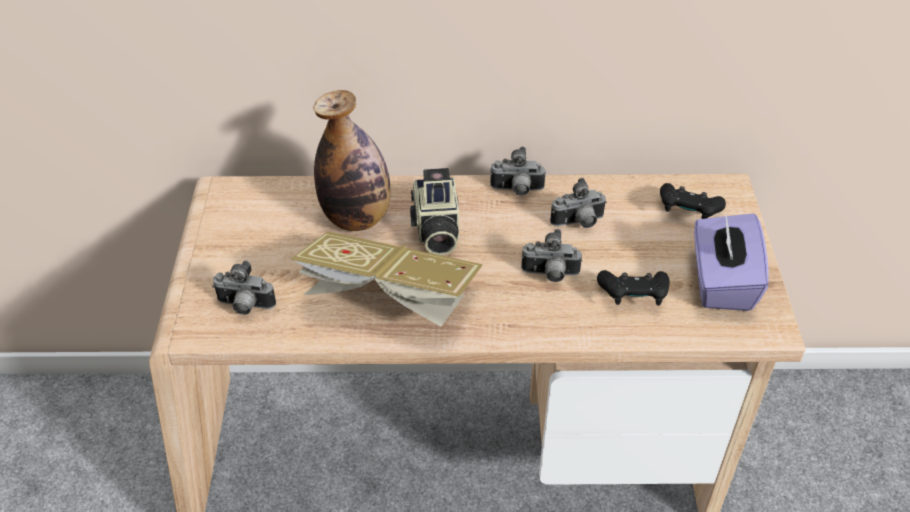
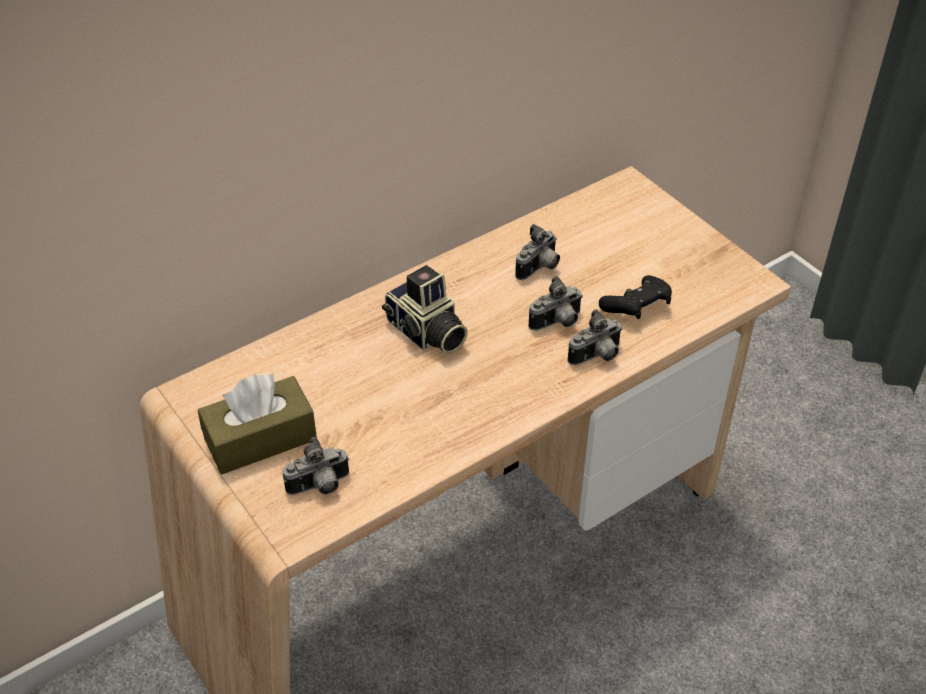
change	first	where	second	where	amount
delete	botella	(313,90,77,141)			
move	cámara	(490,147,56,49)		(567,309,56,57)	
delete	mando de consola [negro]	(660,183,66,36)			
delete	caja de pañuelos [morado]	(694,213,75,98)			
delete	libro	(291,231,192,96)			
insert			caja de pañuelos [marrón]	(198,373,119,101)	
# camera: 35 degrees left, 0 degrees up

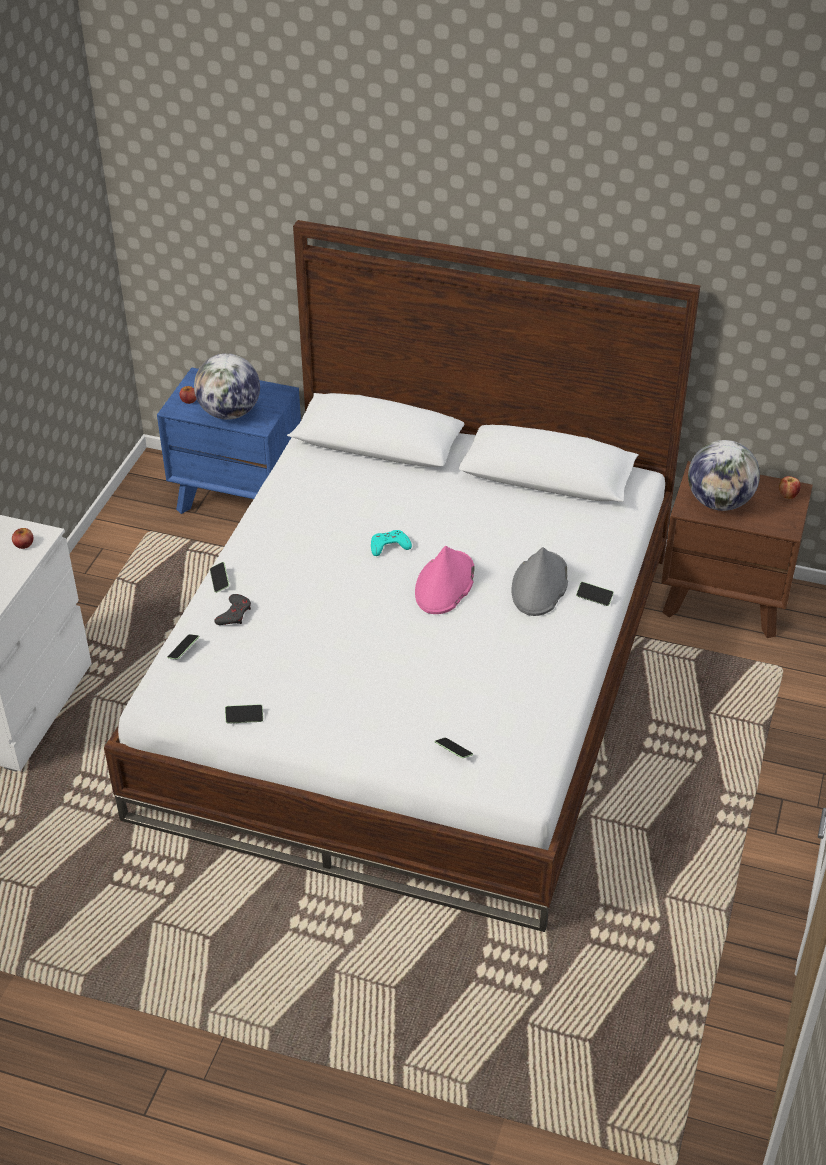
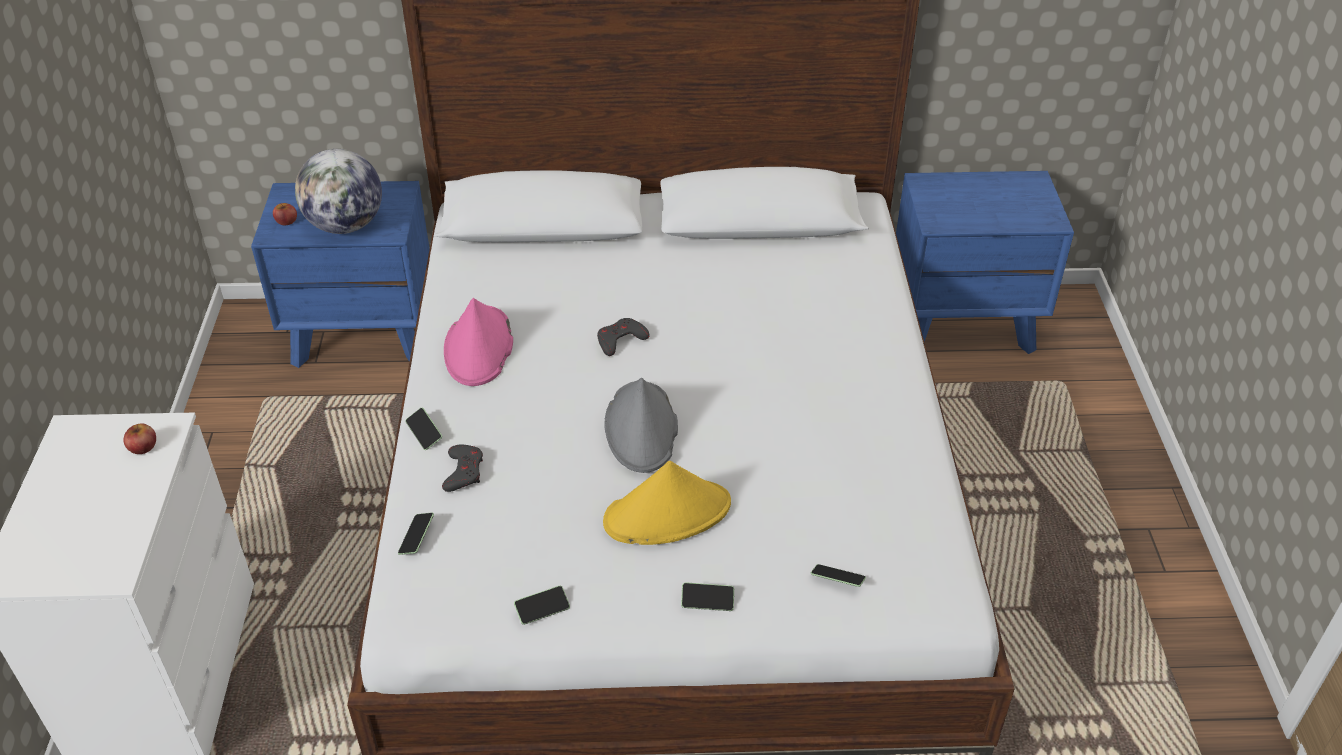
change	first	where	second	where	amount
delete	globo terráqueo	(688,440,72,71)			
recolor	mesita de noche [marrón]	(661,461,152,177)	mesita de noche [azul]	(896,171,178,183)	
delete	manzana	(779,476,22,23)			
recolor	mando de consola [turquesa]	(371,530,41,26)	mando de consola [gris]	(597,318,53,38)	
move	sombrero [rosa]	(415,546,60,68)		(444,298,69,88)	
move	sombrero [gris]	(512,547,56,69)		(604,378,74,95)	
move	móvil	(576,582,38,24)		(681,582,53,29)	
insert			sombrero [amarillo]	(603,461,128,84)	
# camera: 20 degrees left, 0 degrees up

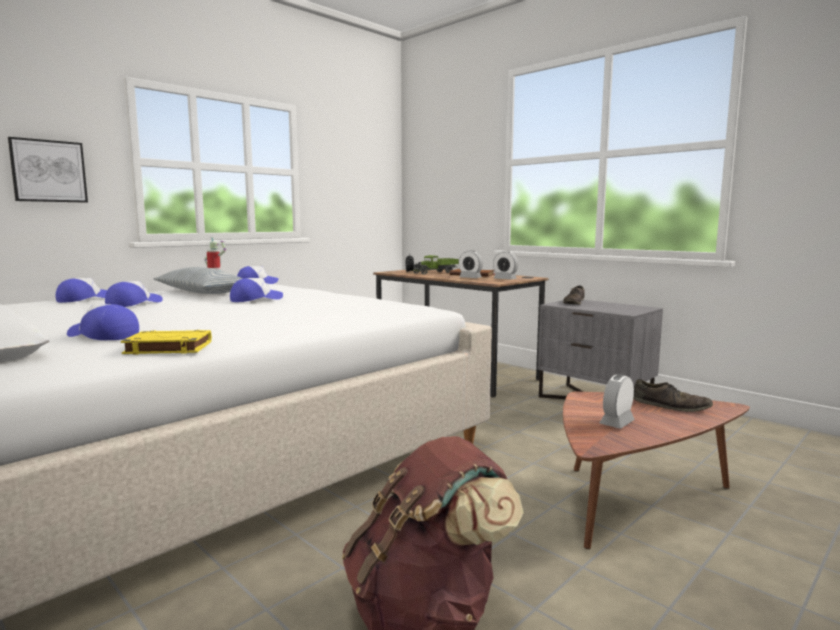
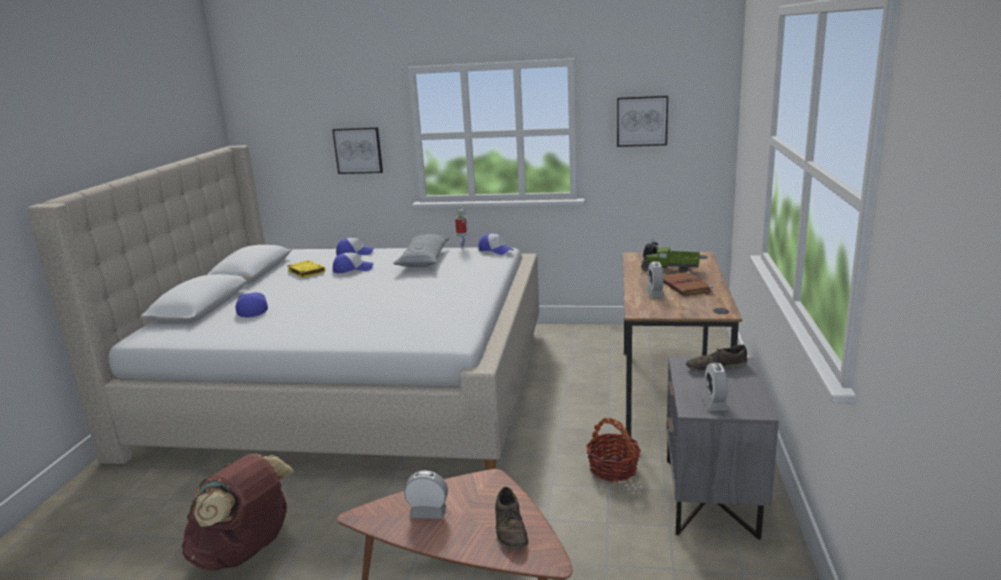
change	first	where	second	where	amount
move	despertador	(493,251,25,29)		(701,363,28,48)	
delete	gorra	(230,278,53,24)			
move	libro [amarillo]	(121,330,91,25)		(287,260,39,18)	
insert			cuadro	(617,95,51,52)	
insert			cesta	(586,418,55,64)	
# camera: 55 degrees right, 10 degrees up

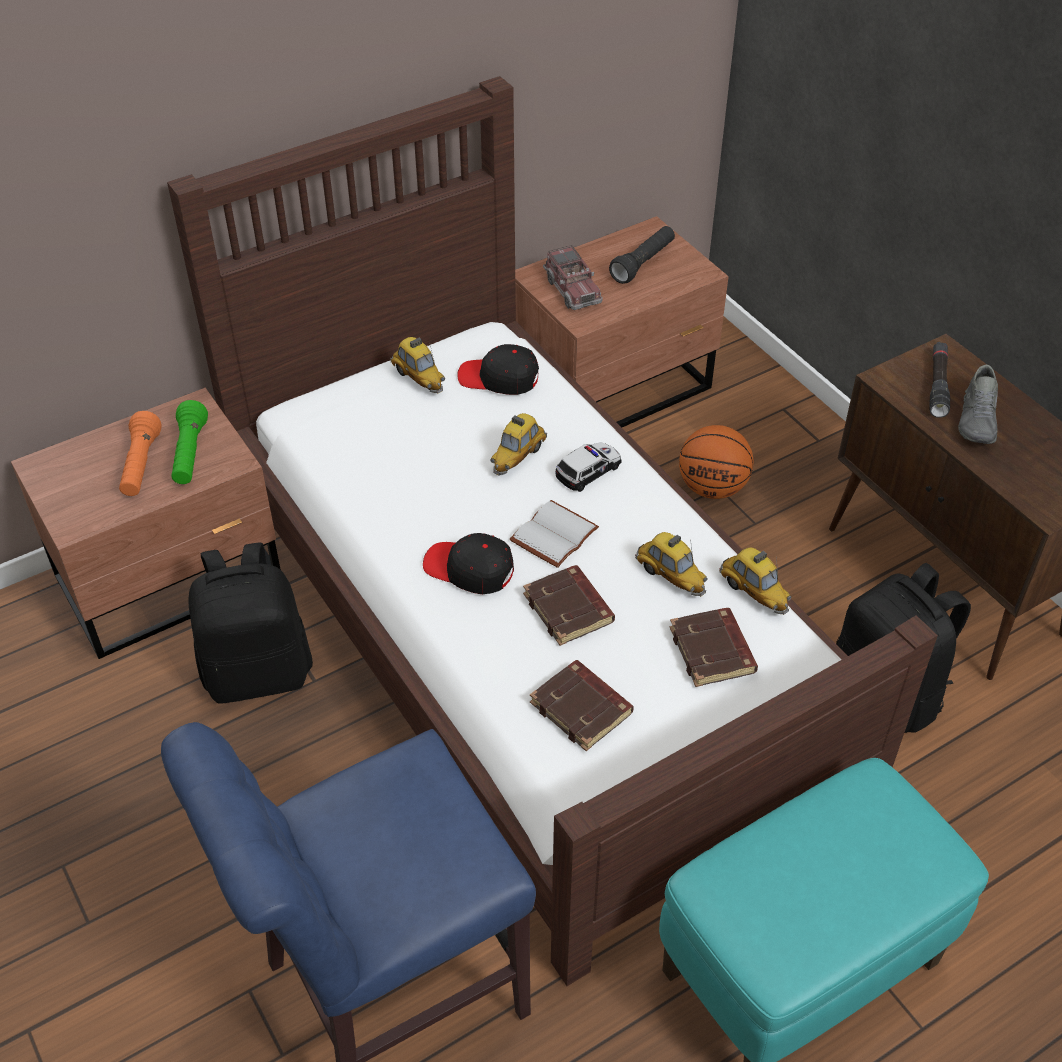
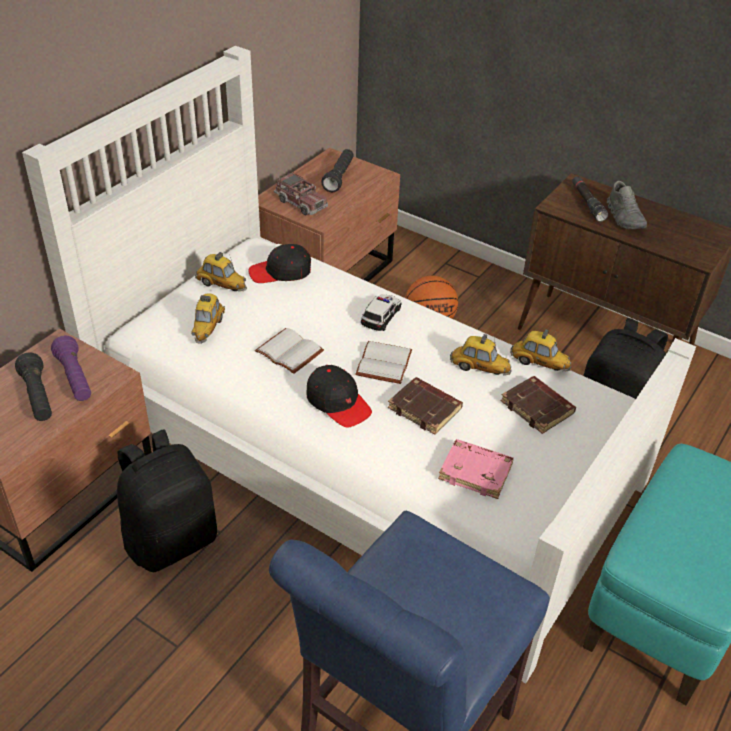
change	first	where	second	where	amount
recolor	cama [marrón]	(167,76,771,910)	cama [blanco]	(22,46,674,637)	
recolor	linterna [verde]	(172,400,36,84)	linterna [morado]	(51,335,40,66)	
recolor	linterna [naranja]	(119,411,43,85)	linterna [negro]	(15,352,37,69)	
move	coche de juguete	(490,413,57,63)		(191,293,34,51)	
rotate	gorra [negro]	(423,533,91,61)		(306,365,66,63)	135 degrees counterclockwise
recolor	libro [marrón]	(530,660,104,91)	libro [rosa]	(438,439,76,60)	
insert			libro [blanco]	(255,328,69,46)	
# camera: 25 degrees left, 5 degrees down

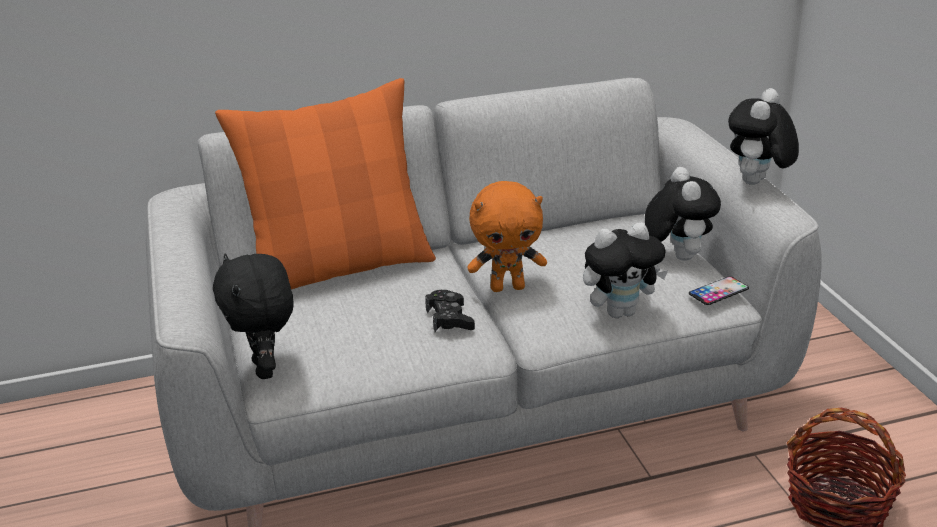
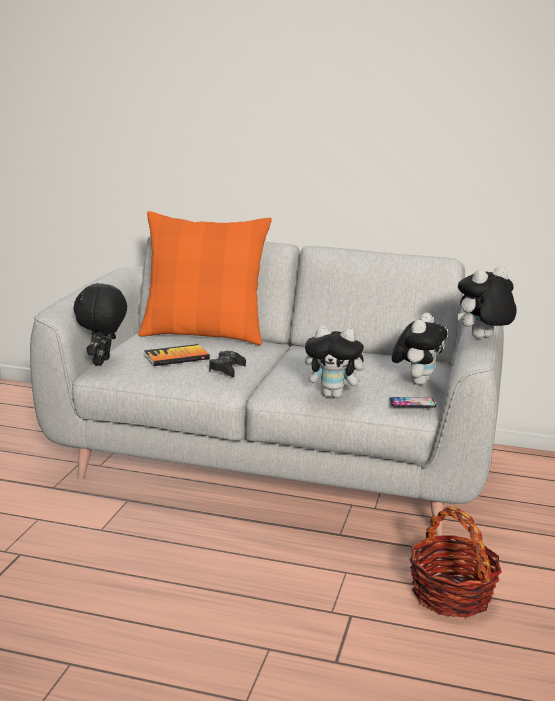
change	first	where	second	where	amount
delete	peluche [naranja]	(467,181,80,111)			
insert			libro	(144,344,66,22)	
# camera: 30 degrees right, 10 degrees down

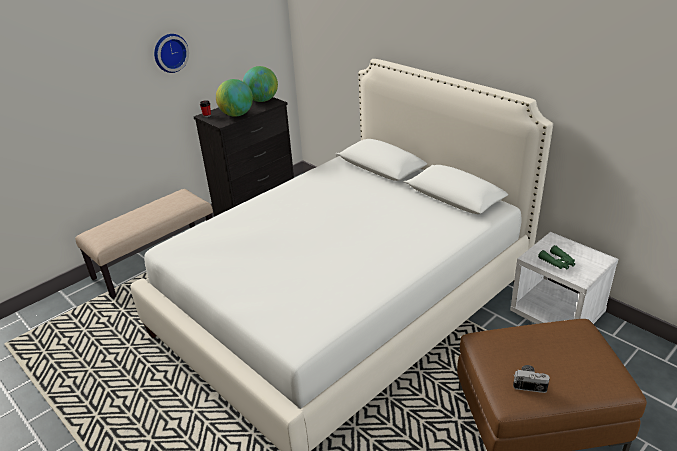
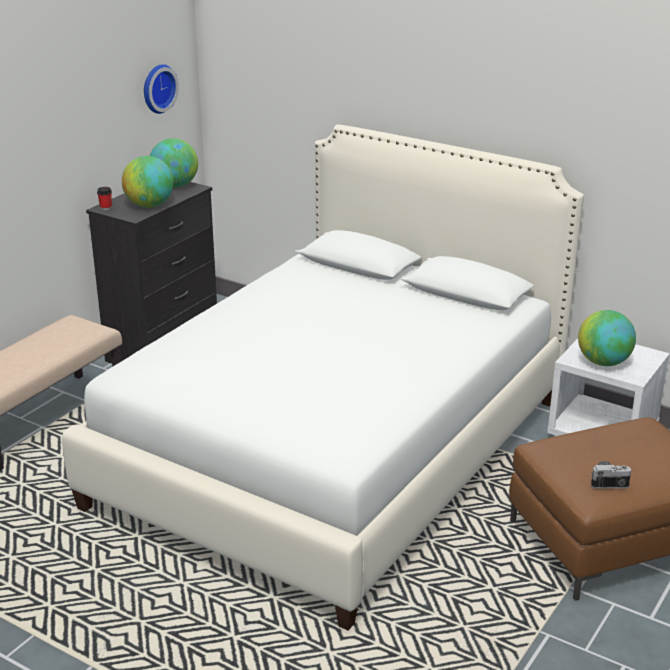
change	first	where	second	where	amount
move	reloj de pared	(154,34,35,39)		(144,64,35,50)	
replace	prismáticos [verde]	(538,245,37,24)	globo terráqueo	(578,310,58,56)	
# camera: 15 degrees left, 5 degrees down

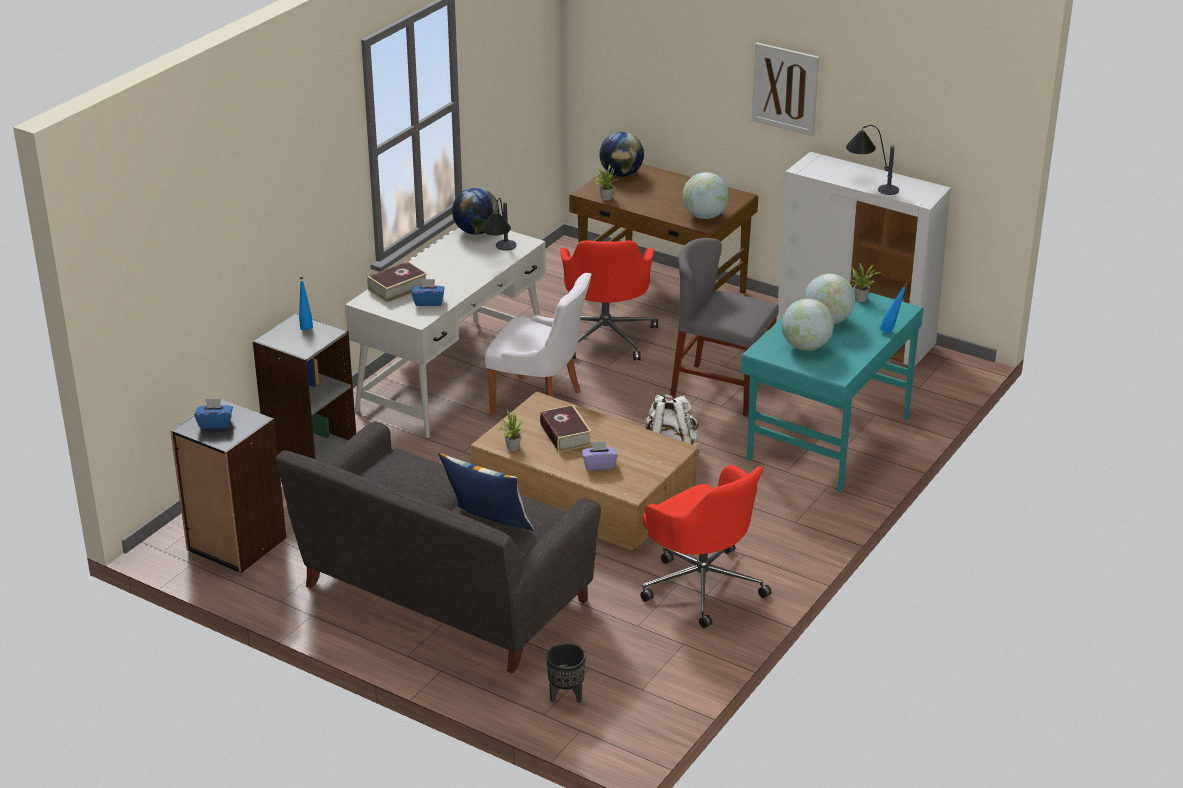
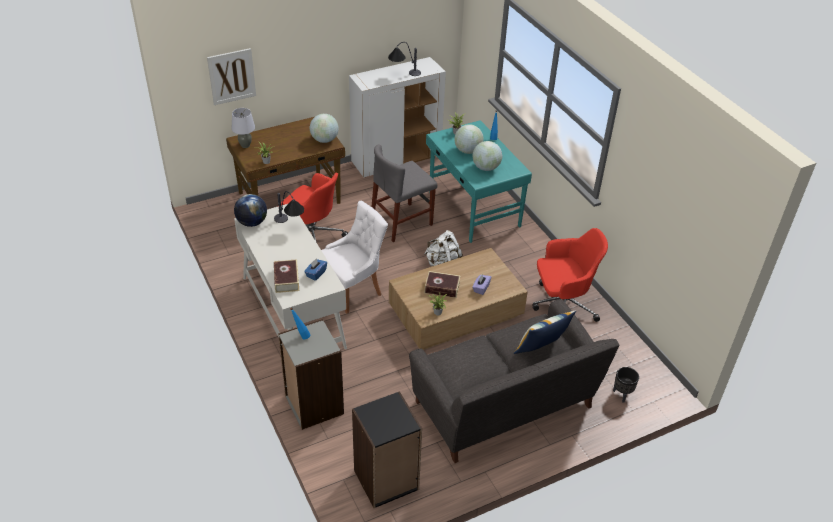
change	first	where	second	where	amount
move	cuadro	(752,42,67,94)		(207,48,49,57)	
replace	globo terráqueo	(599,132,45,45)	lámpara de mesa [gris]	(231,108,24,40)	
delete	caja de pañuelos [azul]	(194,399,39,30)			
# camera: 60 degrees left, 10 degrees up

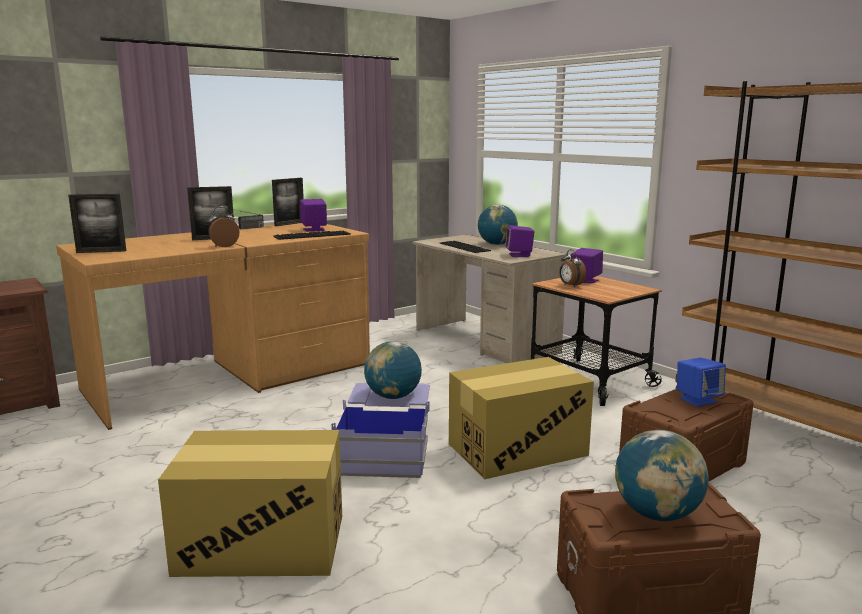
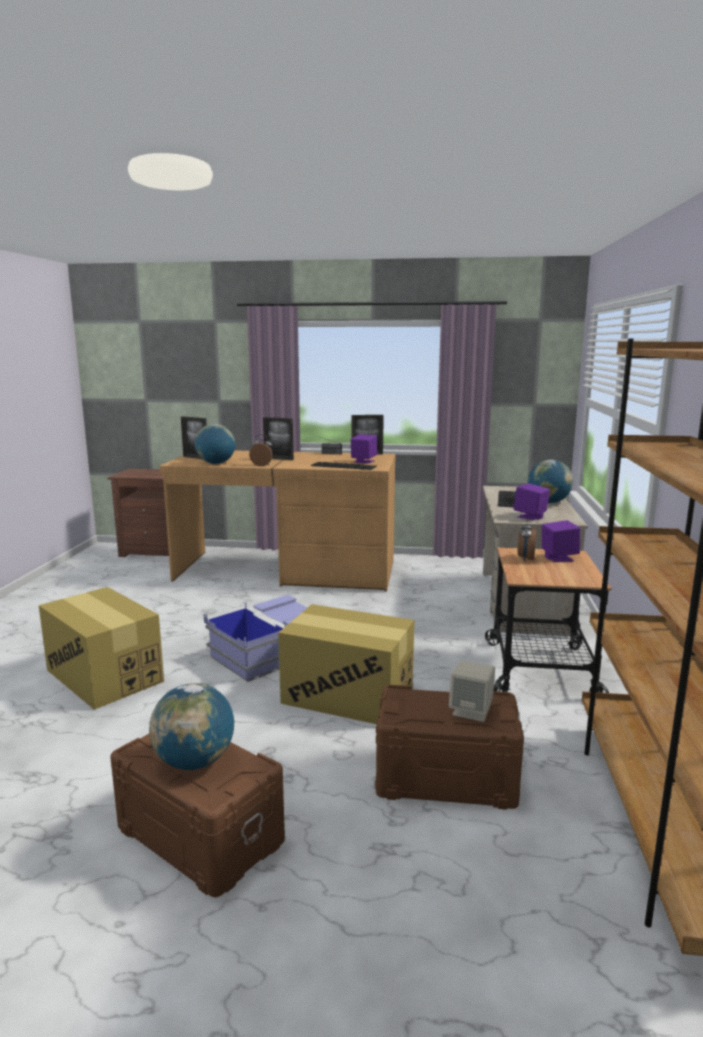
change	first	where	second	where	amount
move	globo terráqueo	(364,341,58,58)		(195,424,40,40)	
recolor	altavoz [azul]	(677,358,49,49)	altavoz [beis]	(449,660,46,62)	
# camera: 45 degrees right, 0 degrees up

